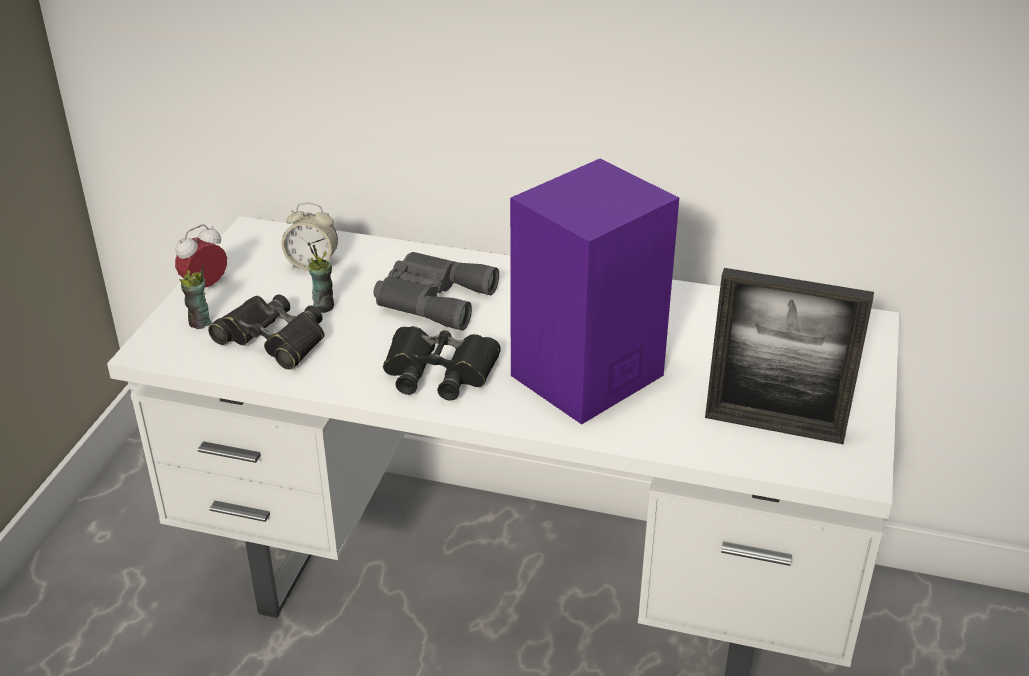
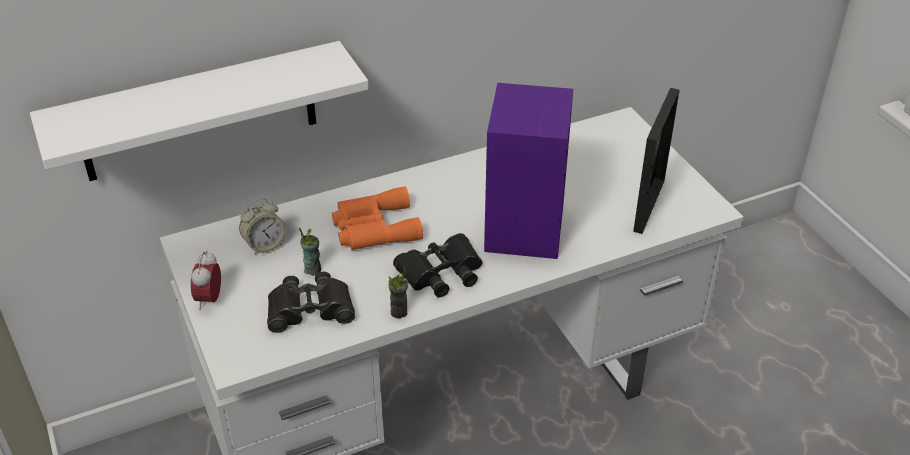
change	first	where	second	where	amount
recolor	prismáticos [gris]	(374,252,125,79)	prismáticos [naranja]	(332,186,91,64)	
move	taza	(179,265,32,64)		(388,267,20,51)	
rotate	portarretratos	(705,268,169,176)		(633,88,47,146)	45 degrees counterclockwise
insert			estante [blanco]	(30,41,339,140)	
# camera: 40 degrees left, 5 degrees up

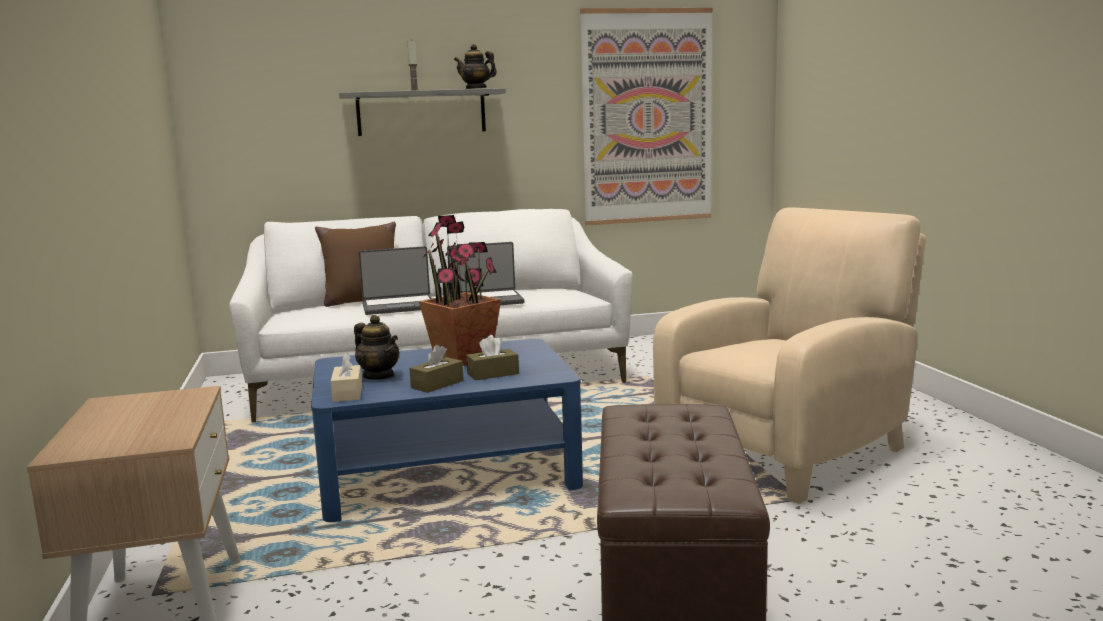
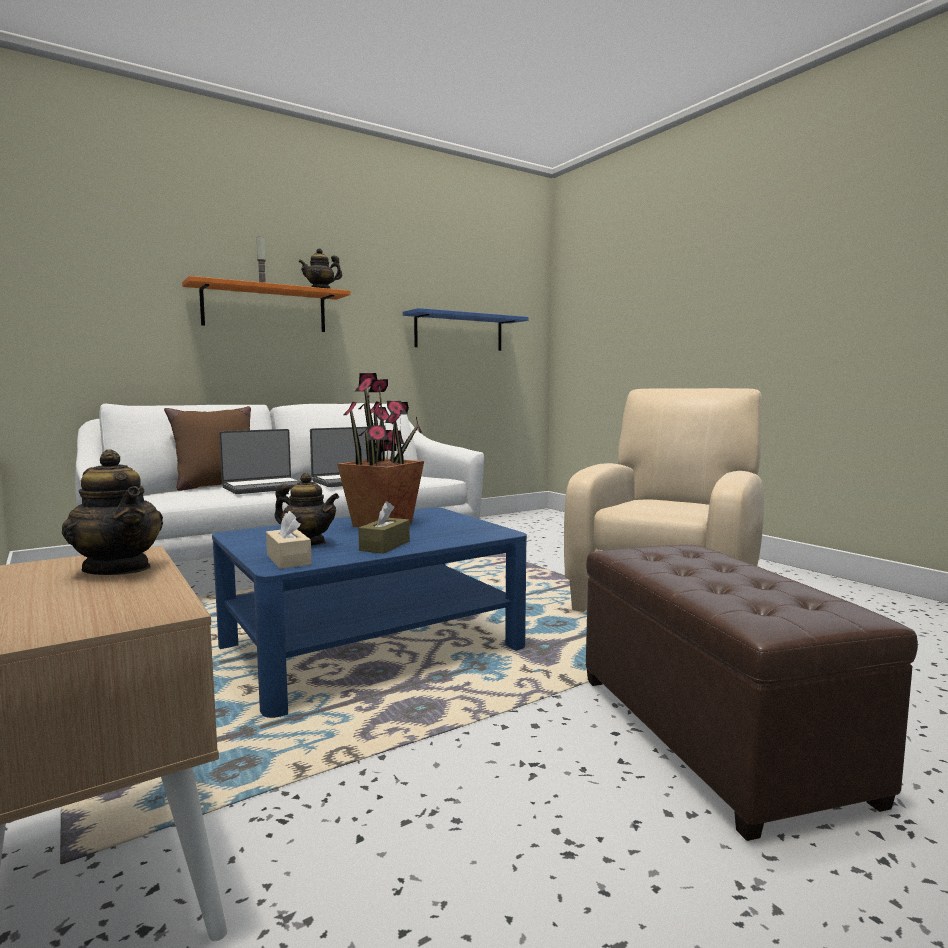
change	first	where	second	where	amount
replace	cuadro	(580,8,133,218)	estante [azul]	(403,308,126,43)	
recolor	estante [gris]	(339,88,167,48)	estante [naranja]	(182,276,169,56)	
delete	caja de pañuelos [marrón]	(466,335,53,46)			
insert			tetera	(62,449,101,126)	
# camera: 20 degrees left, 5 degrees down

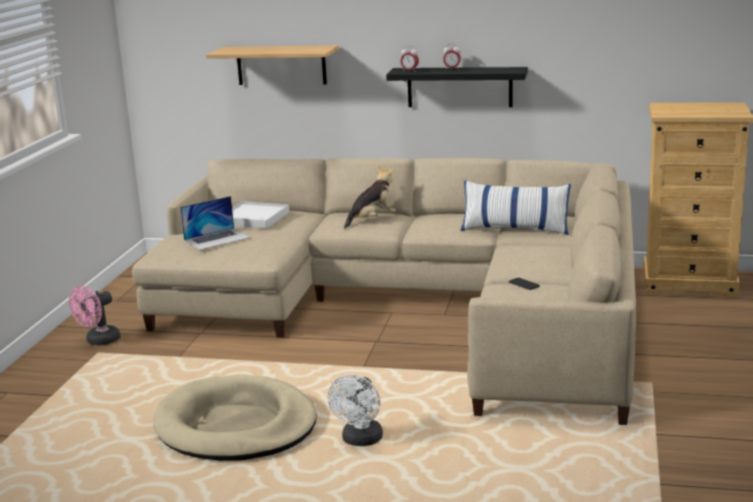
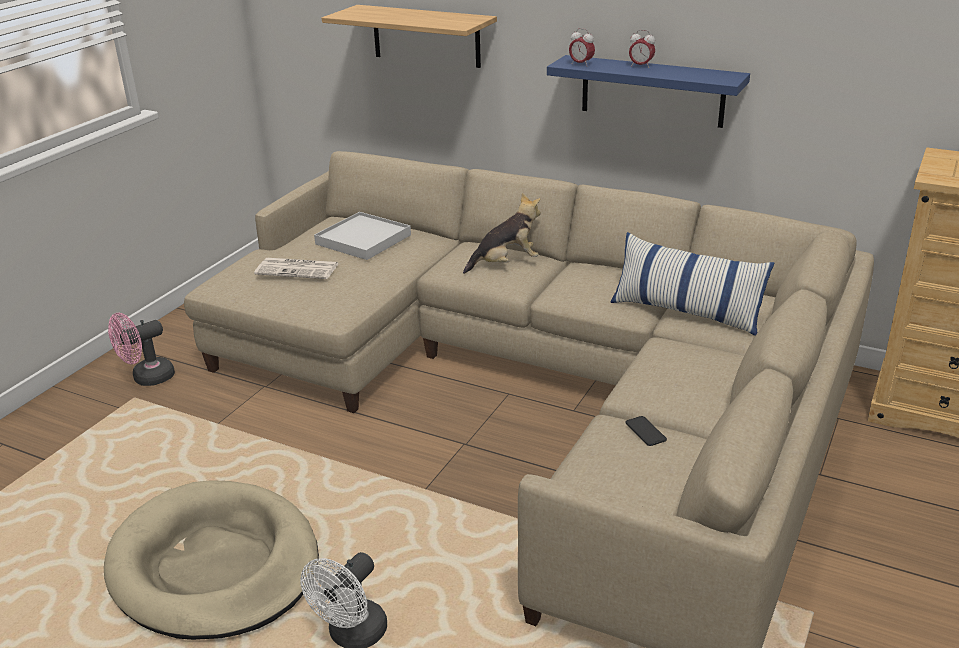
change	first	where	second	where	amount
recolor	estante [negro]	(386,67,142,40)	estante [azul]	(547,55,203,73)	
replace	portátil	(180,196,71,54)	periódico	(254,258,85,21)	
# camera: 15 degrees right, 10 degrees up

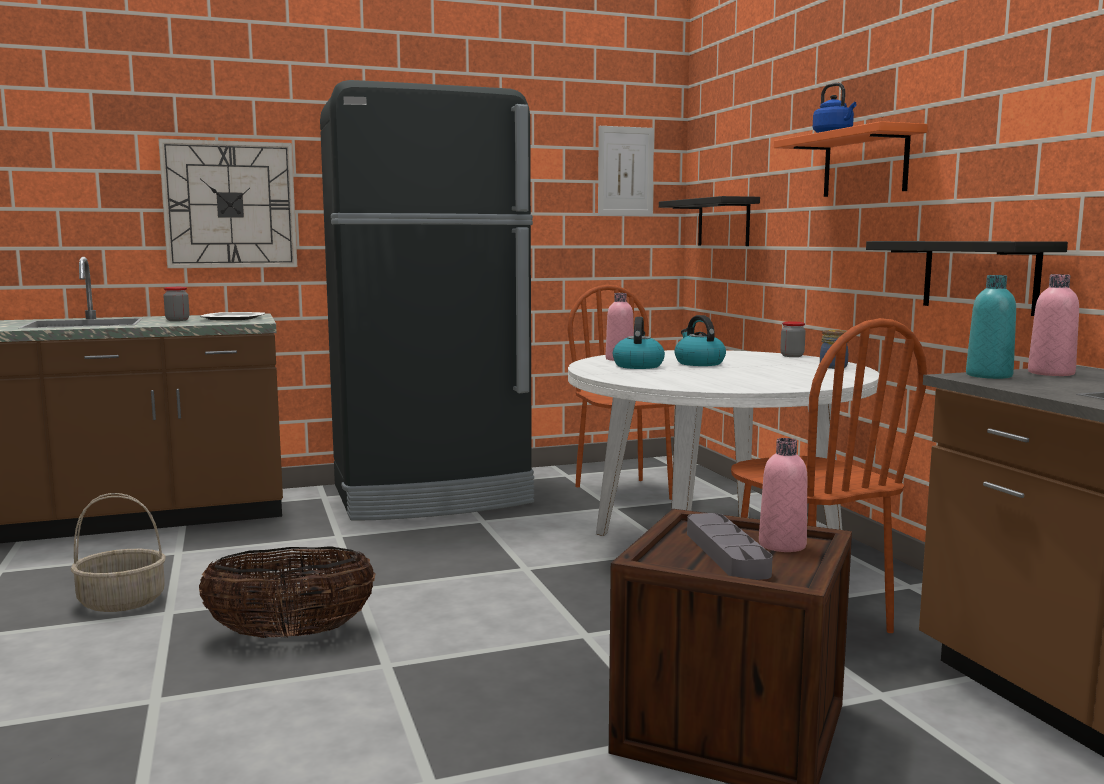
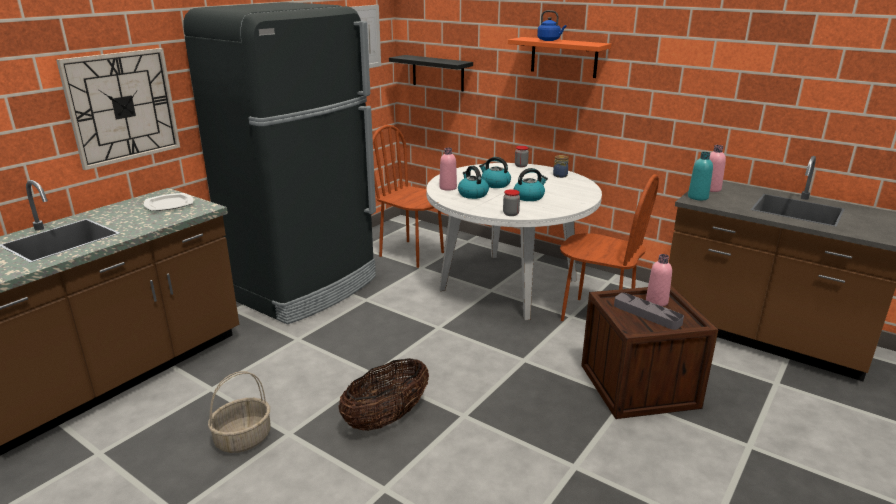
change	first	where	second	where	amount
delete	estante [negro]	(866,241,202,75)			
move	tarro	(163,287,26,34)		(503,189,17,27)	
insert			hervidor	(514,168,34,33)	
# camera: 35 degrees left, 15 degrees up

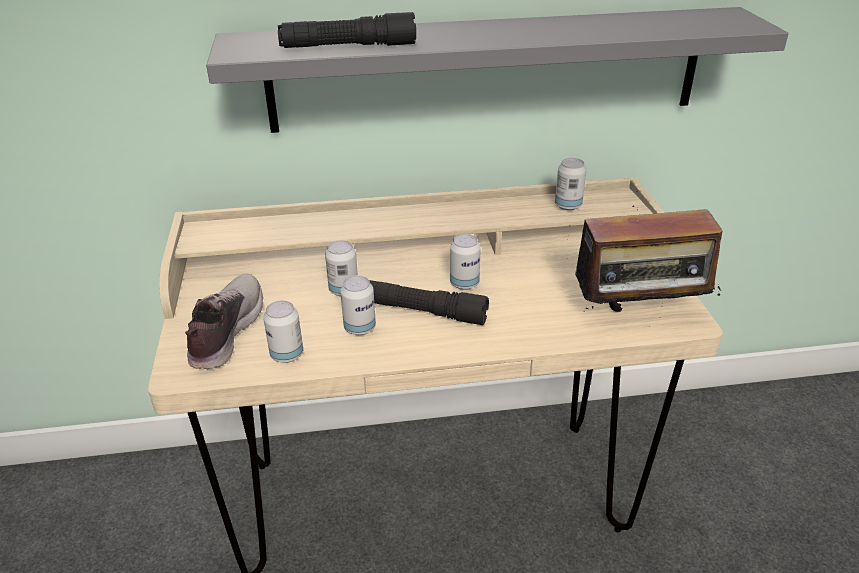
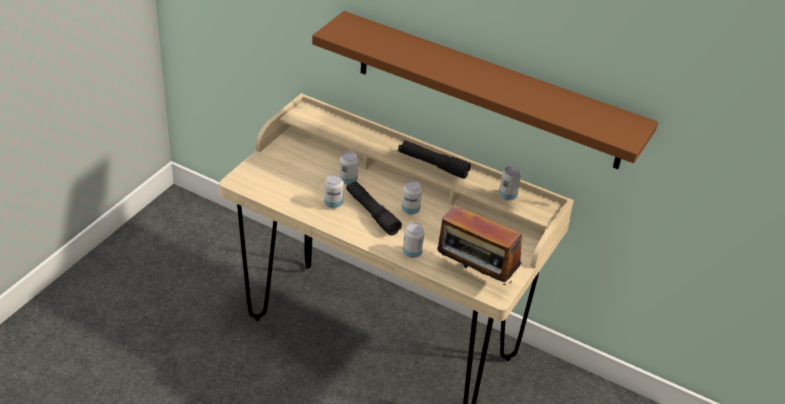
change	first	where	second	where	amount
recolor	estante [gris]	(206,7,583,126)	estante [marrón]	(312,11,346,158)	
move	linterna [negro]	(278,12,138,36)		(398,140,73,39)	
delete	zapato	(185,274,78,95)			
move	lata	(263,301,40,62)		(403,223,21,35)	
# camera: 35 degrees right, 5 degrees up

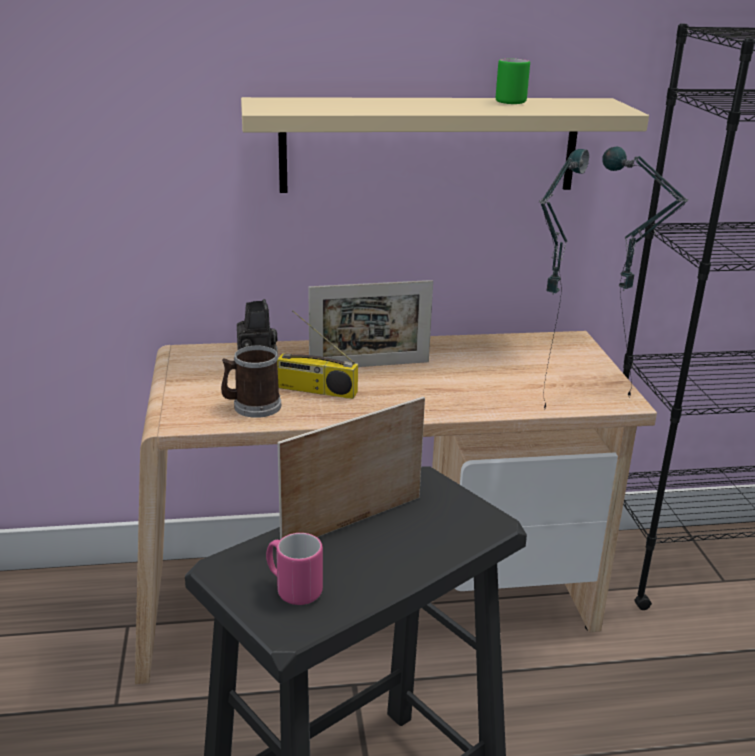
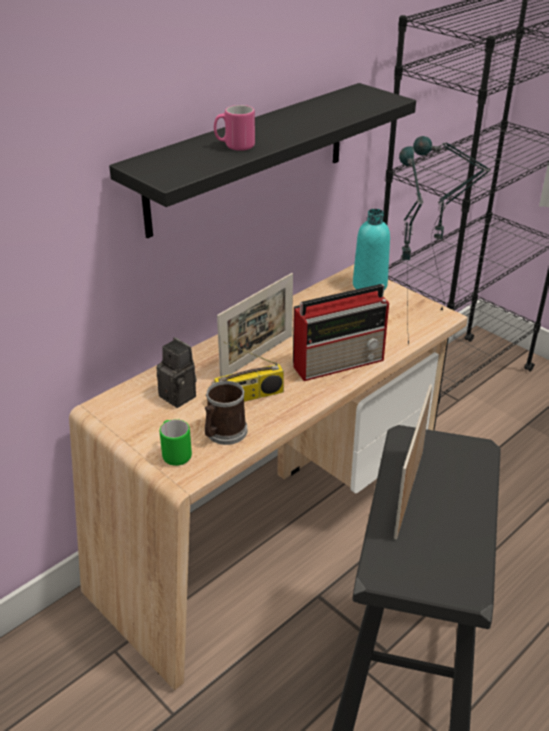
change	first	where	second	where	amount
move	taza grande [verde]	(496,59,34,45)		(160,419,32,47)	
recolor	estante [beis]	(241,97,408,96)	estante [negro]	(109,83,307,155)	
move	taza grande [rosa]	(266,533,57,72)		(214,105,41,46)	
insert			botella [turquesa]	(353,209,37,81)	
insert			radio	(293,284,96,97)	
# camera: 35 degrees left, 10 degrees up

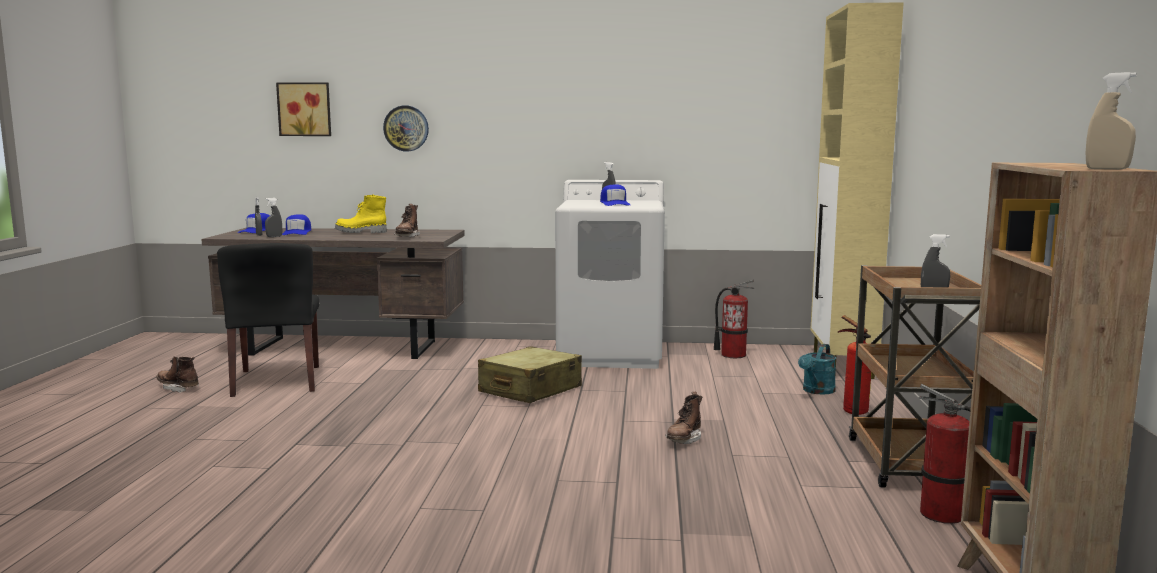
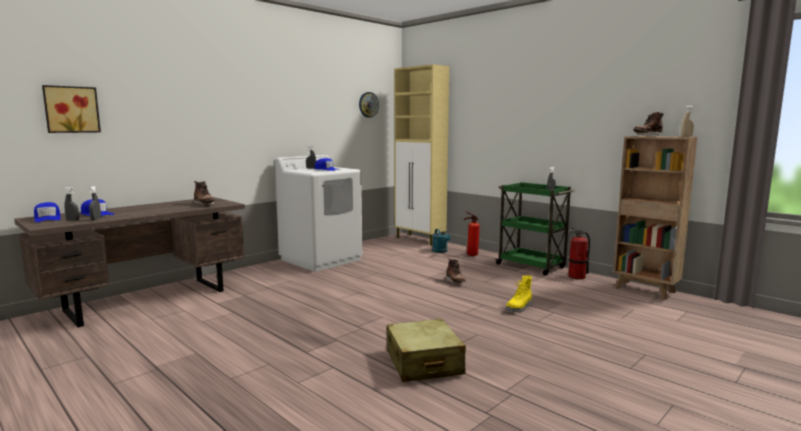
change	first	where	second	where	amount
move	reloj de pared	(383,106,46,45)		(359,92,20,26)	
move	bota [amarillo]	(335,194,52,39)		(505,275,27,37)	
delete	silla [negro]	(217,243,102,154)			
recolor	carrito [marrón]	(849,265,132,222)	carrito [verde]	(496,182,79,93)	
delete	extintor	(714,280,41,78)			
move	maleta [beis]	(478,346,104,57)		(387,318,79,64)	
move	bota [marrón]	(156,357,43,36)		(633,112,31,24)	
# camera: 50 degrees left, 0 degrees up

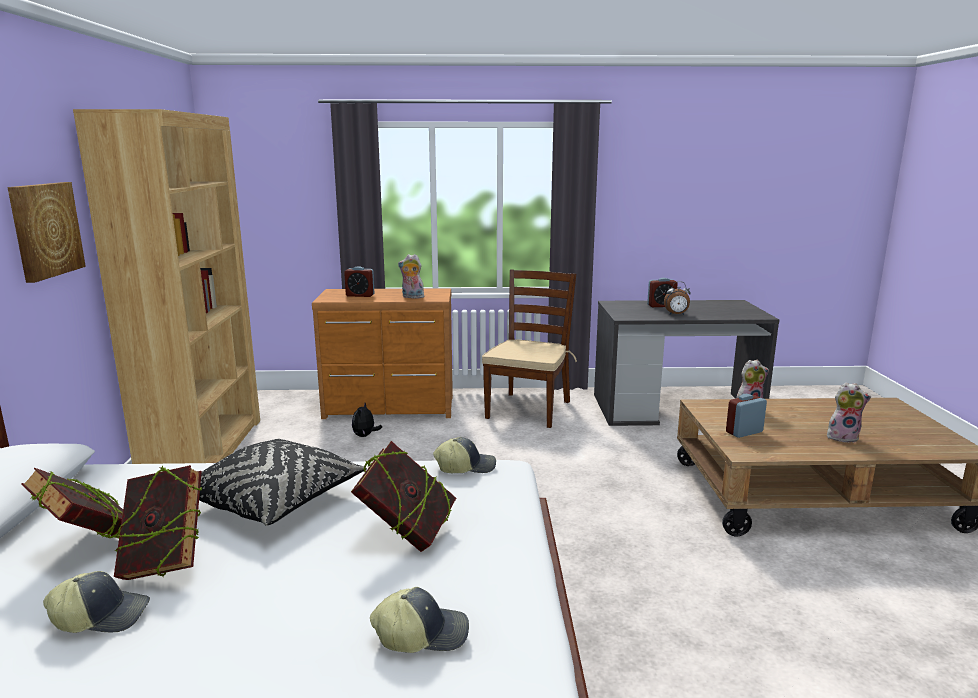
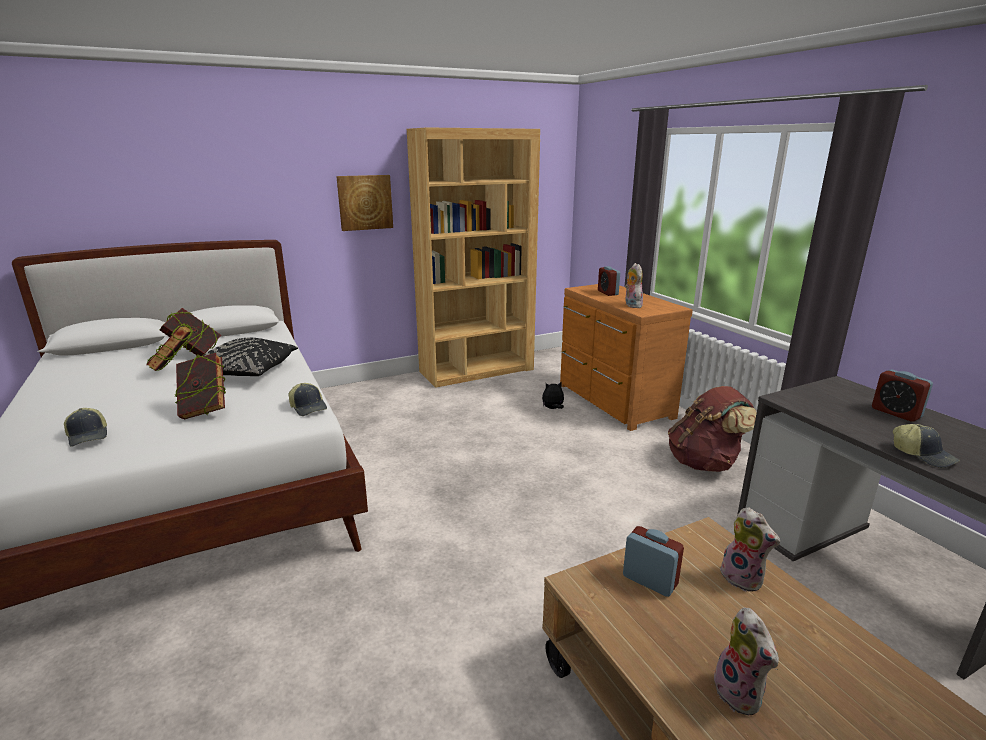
change	first	where	second	where	amount
replace	silla [marrón]	(482,270,95,158)	mochila [marrón]	(668,386,89,86)	
delete	despertador	(664,281,27,34)			
move	gorra	(43,571,107,62)		(893,424,67,44)	
# camera: 65 degrees right, 5 degrees up

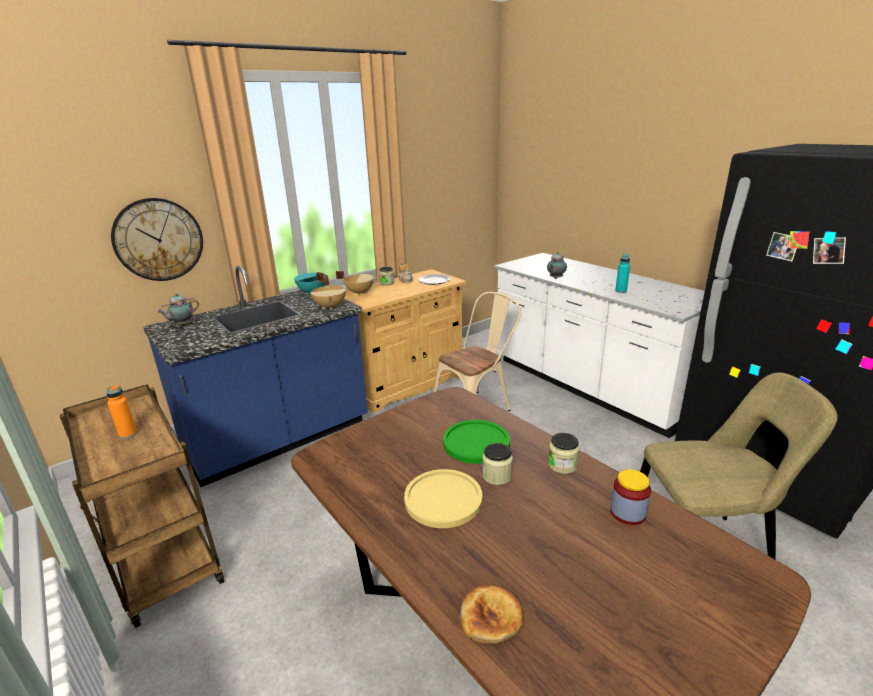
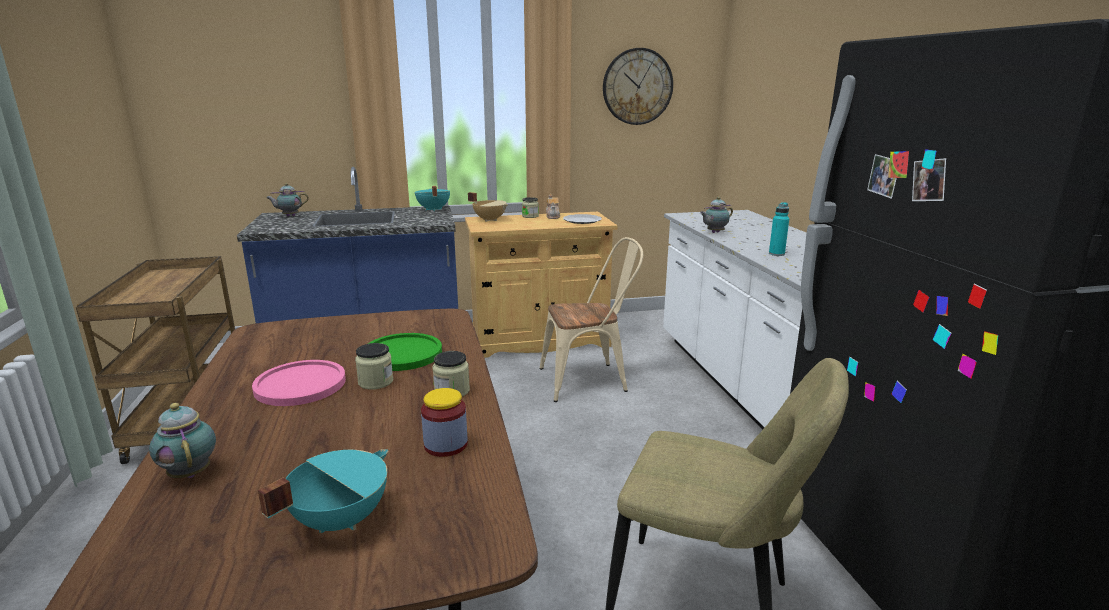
change	first	where	second	where	amount
move	reloj de pared	(111,198,92,83)		(603,48,70,77)	
delete	olla [beis]	(310,275,36,35)			
delete	botella [naranja]	(106,385,31,54)			
recolor	plato [amarillo]	(404,469,78,59)	plato [rosa]	(252,360,94,46)	
replace	pan	(460,584,63,60)	tetera	(149,403,67,75)	
insert			olla [turquesa]	(258,449,130,84)	
# camera: 25 degrees right, 5 degrees down

